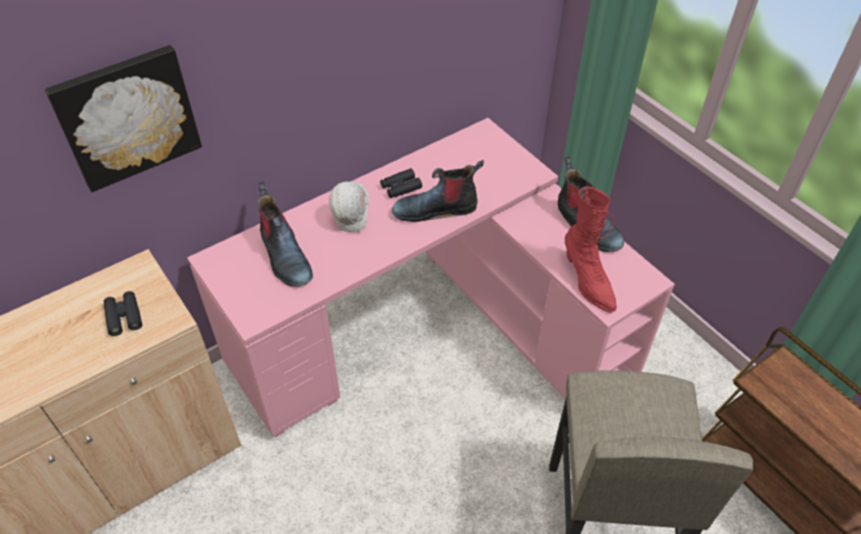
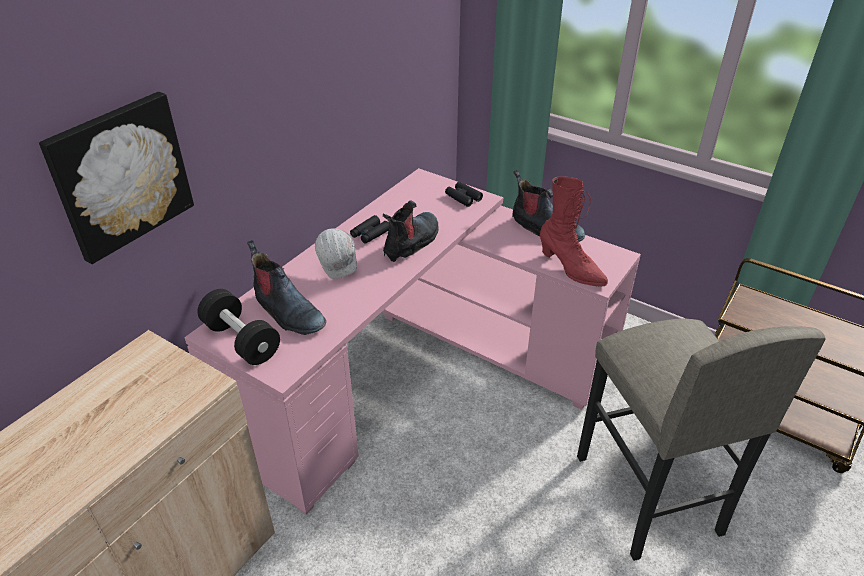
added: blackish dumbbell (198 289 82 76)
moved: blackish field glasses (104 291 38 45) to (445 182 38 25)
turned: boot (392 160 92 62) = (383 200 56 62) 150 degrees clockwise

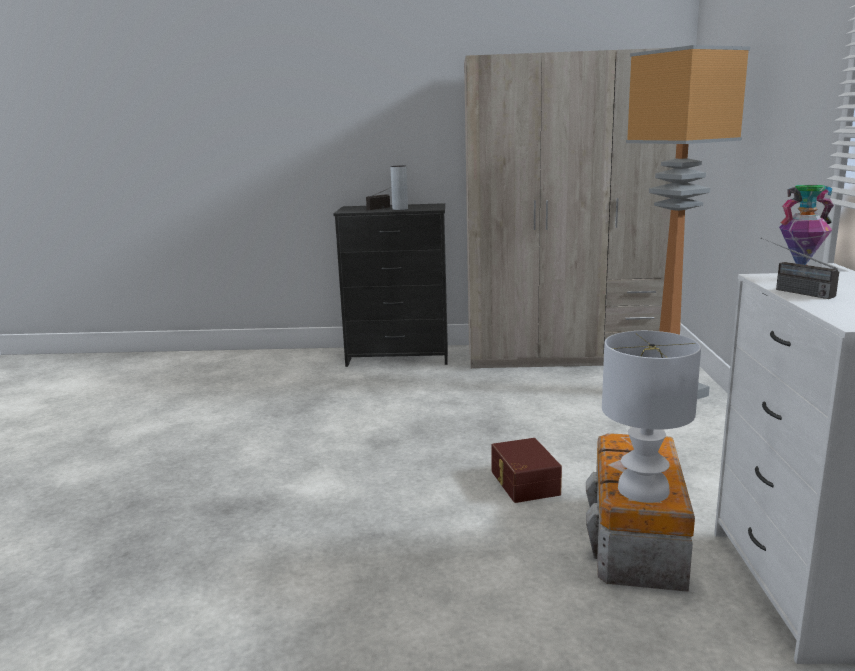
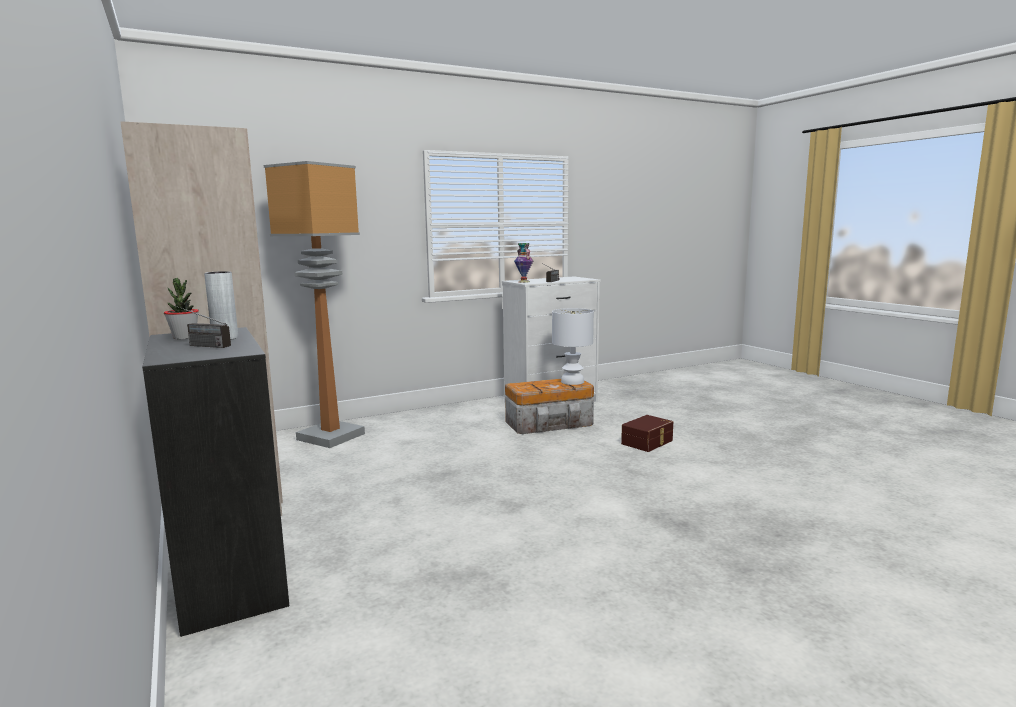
added: plant in a pot (164 278 35 61)
moved: brown storage container (491 438 71 65) to (621 415 52 37)

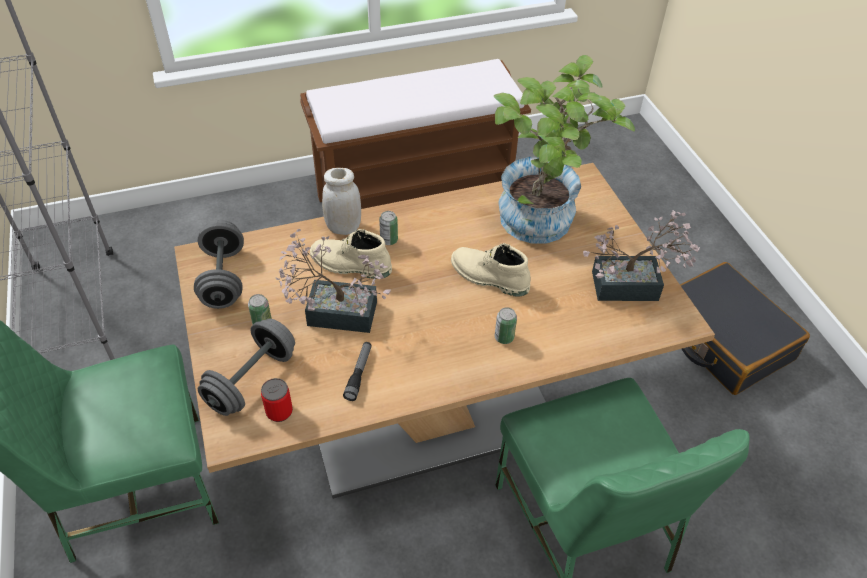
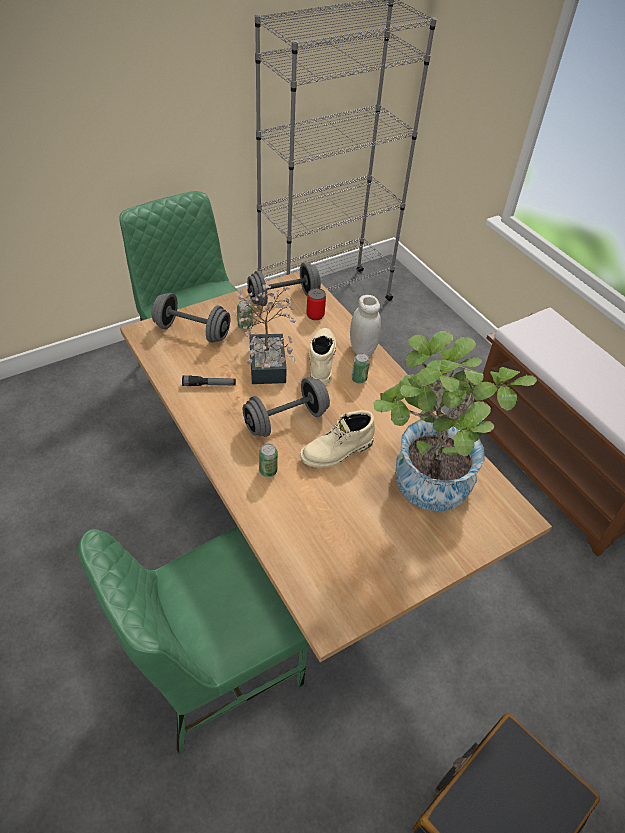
removed: plant in a pot (583 210 117 91)
added: greyish dumbbell (243 377 87 60)
moved: can (261 378 32 44) to (306 288 20 32)
turned: sand-coloured boot (451 243 80 54) = (300 410 75 58) 135 degrees counterclockwise

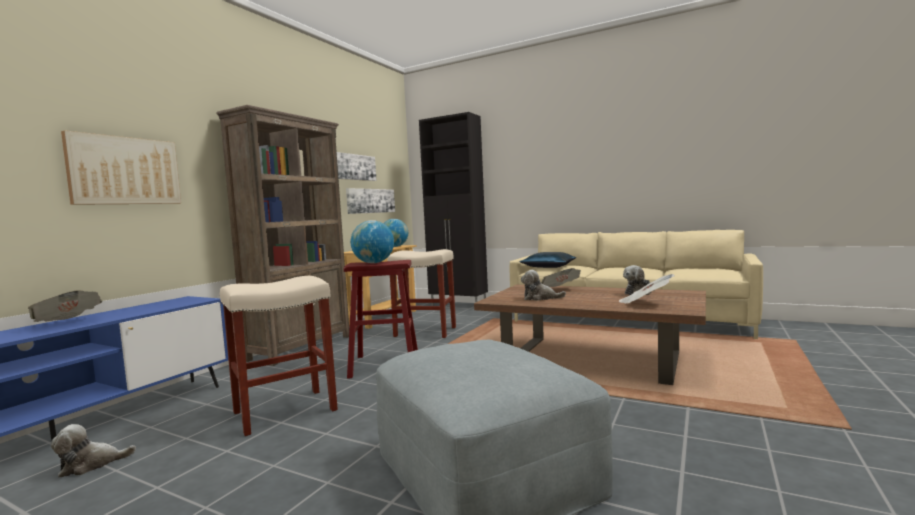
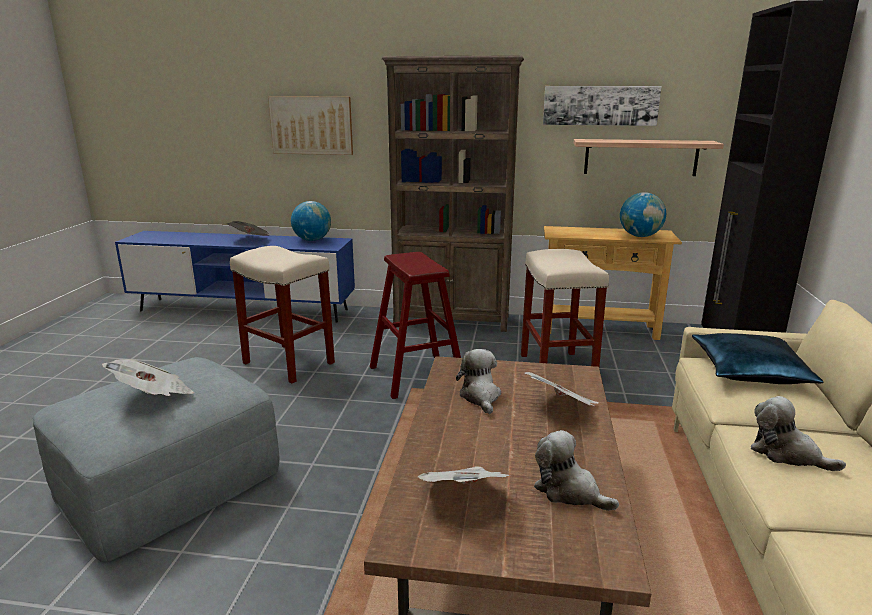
added: printed paper (102 359 93 37)
moved: world globe (351 220 43 43) to (291 201 40 40); cuddly toy (51 424 85 54) to (751 396 95 75)
replaced: wall art (346 188 49 26) to wall shelf (574 139 150 37)

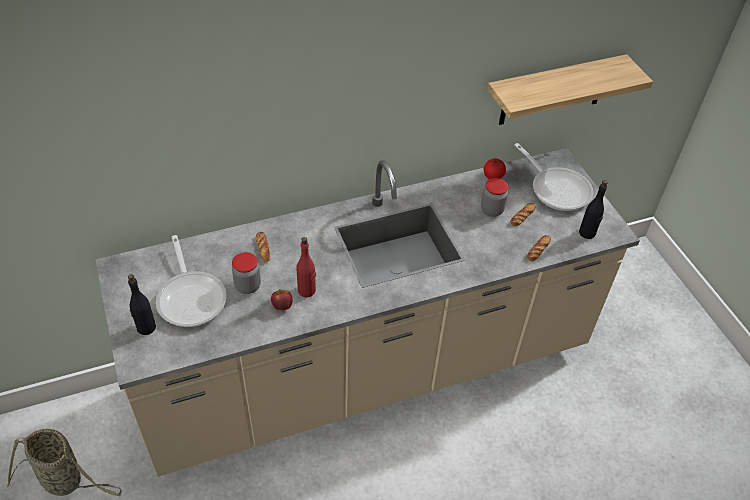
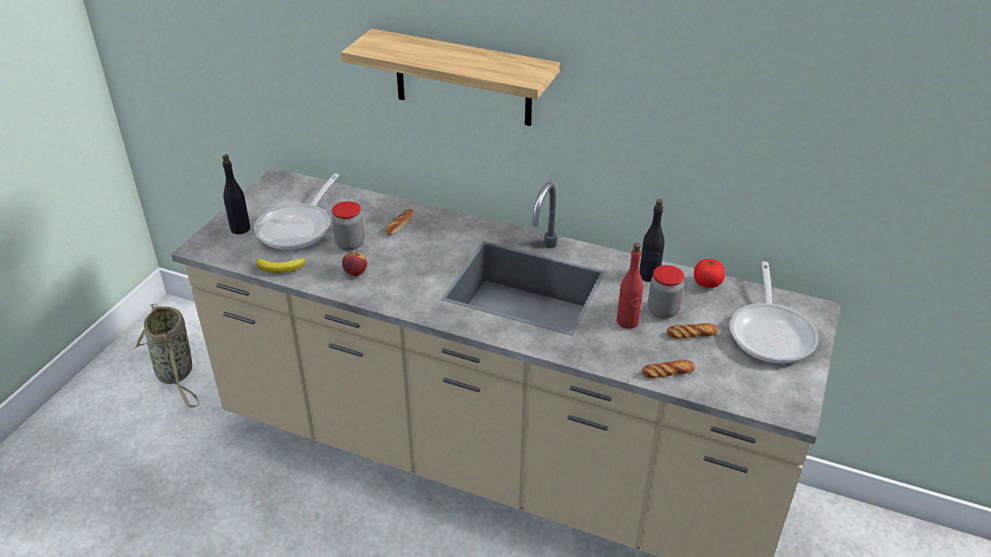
added: whole banana (256 257 49 16)
moved: wall shelf (487 54 166 71) to (341 29 219 97); blackish beverage bottle (579 180 29 59) to (639 199 26 83); red beverage bottle (296 237 20 60) to (617 243 26 86)

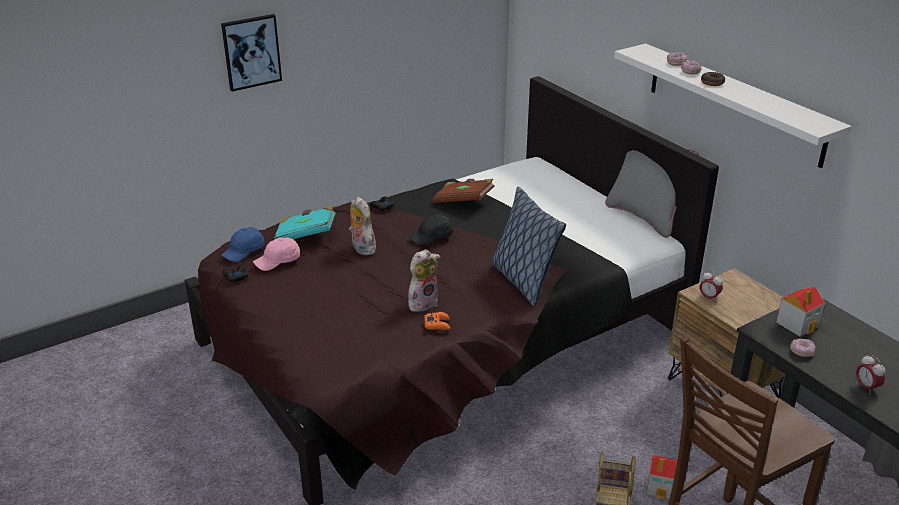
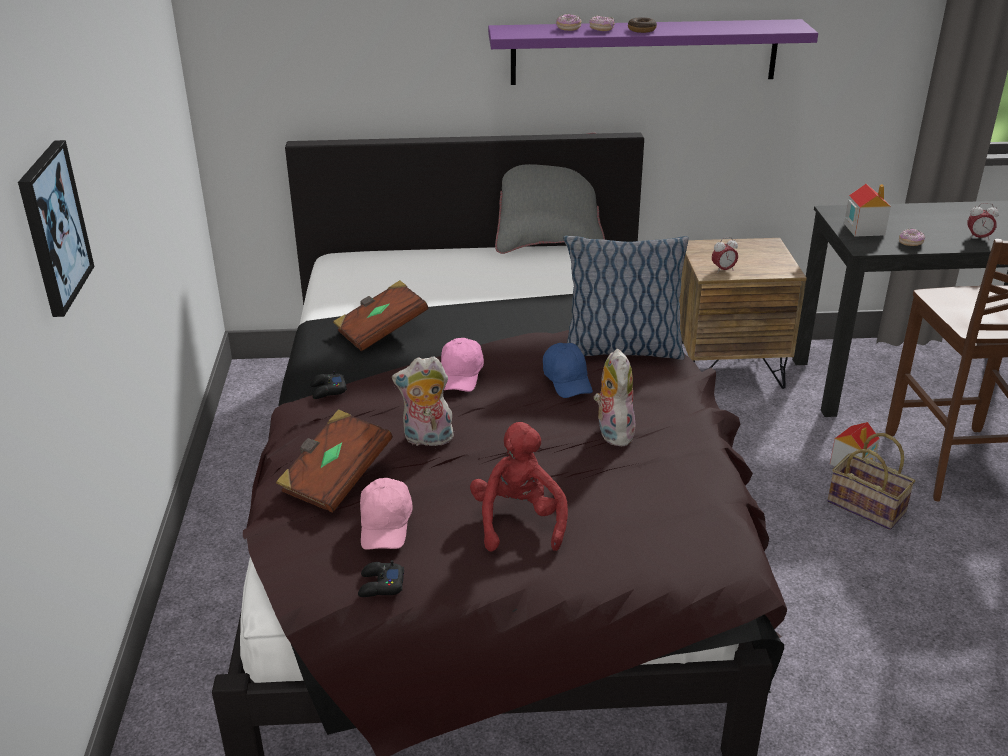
removed: orangey gamepad (425 312 25 18)
added: red cuddly toy (470 422 98 130)
moved: bluish cap (221 227 44 35) to (543 343 50 55)
recoloured: white wall shelf (614 44 237 124) to purple-coloured wall shelf (488 19 330 66); blue-green bound book (274 205 62 35) to brown bound book (276 409 117 104); blackish cap (408 215 45 30) to pinkish cap (441 338 43 54)

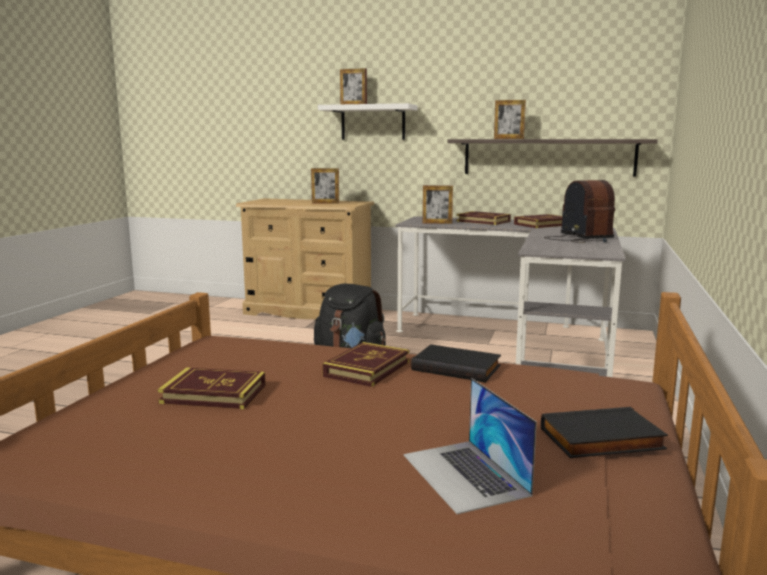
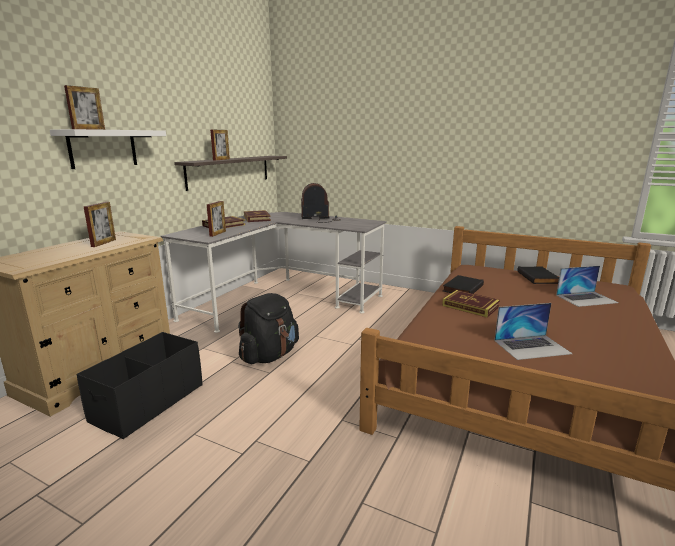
added: blackish storage container (76 332 127 107)
replaced: bound book (158 368 108 41) to portable computer (494 303 79 57)

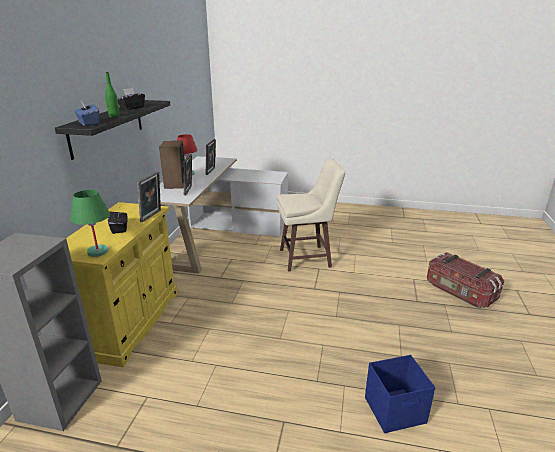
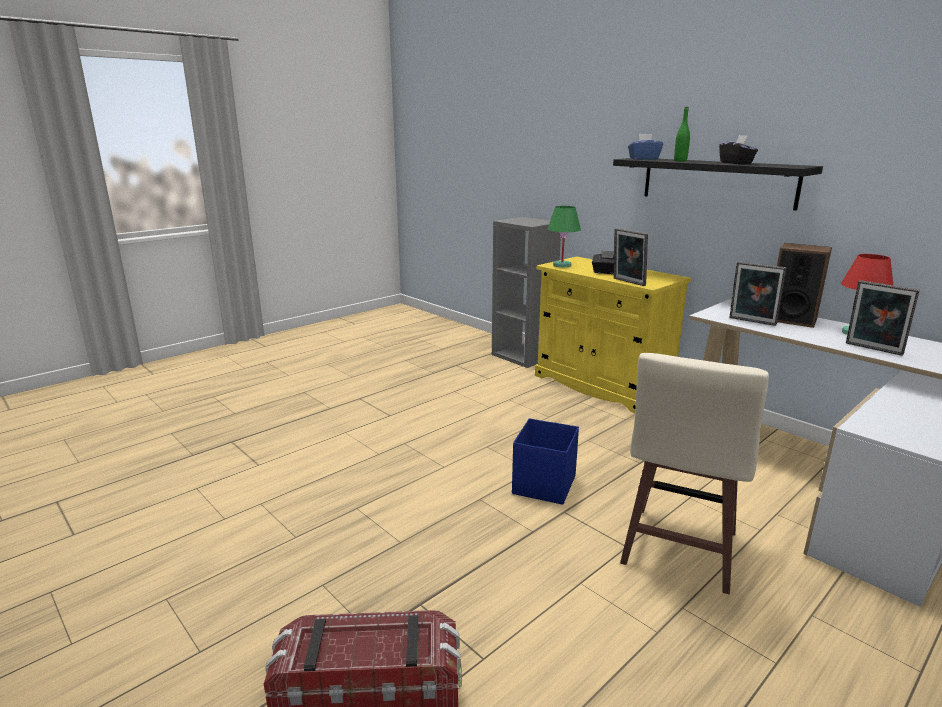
moved: bluish storage container (365 355 70 78) to (512 418 67 87)

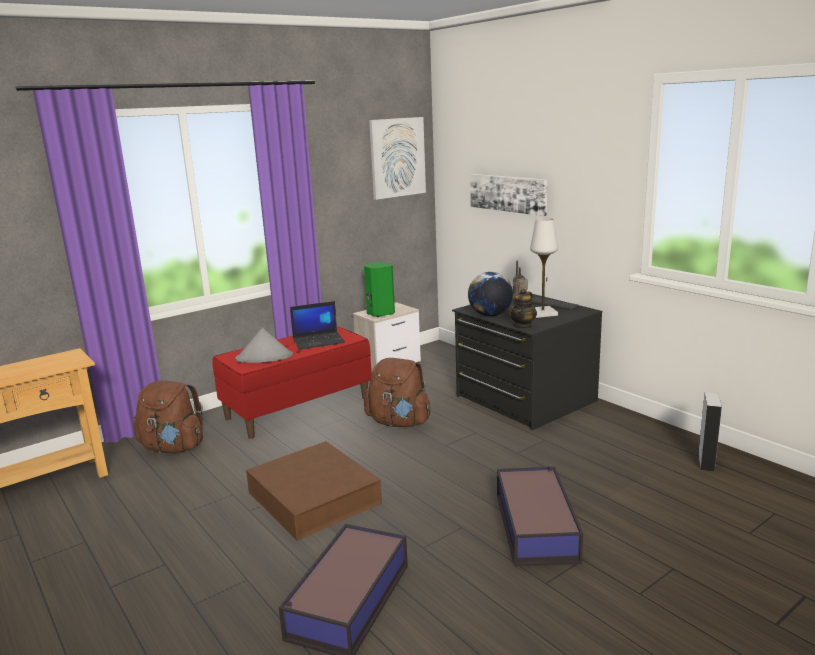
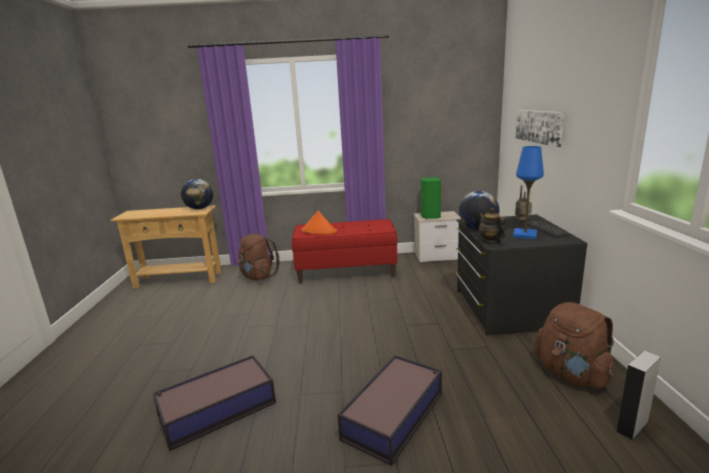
removed: wall art (369 117 57 83); portable computer (290 301 55 49); brown storage container (246 441 136 100)
added: world globe (181 179 32 30)
moved: brown rucksack (364 358 67 69) to (534 302 80 87)
recoloured: white table lamp (530 218 28 100) to bluish table lamp (513 146 31 93); greyish clothing hat (235 328 58 35) to orangey clothing hat (301 211 36 24)
turned: tea pot (509 288 28 41) = (479 208 27 36) 90 degrees clockwise

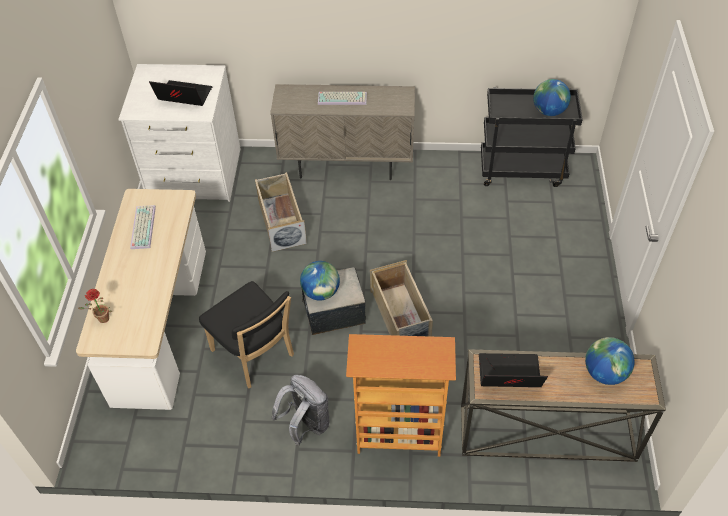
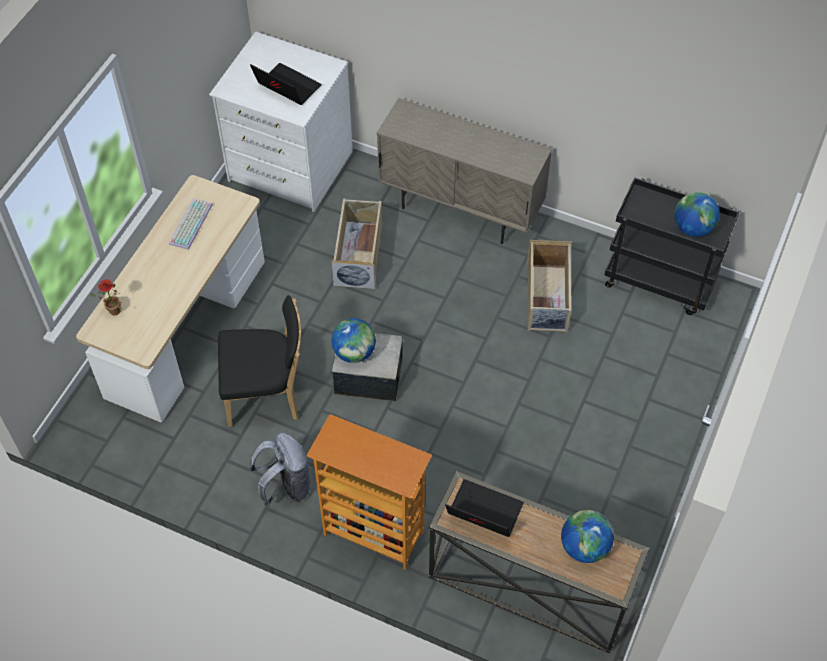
removed: PC keyboard (318 92 49 13)
moved: sand-coloured storage container (370 260 63 77) to (527 240 45 93)
turned: blackish chair (199 281 95 108) = (218 295 83 132) 75 degrees counterclockwise

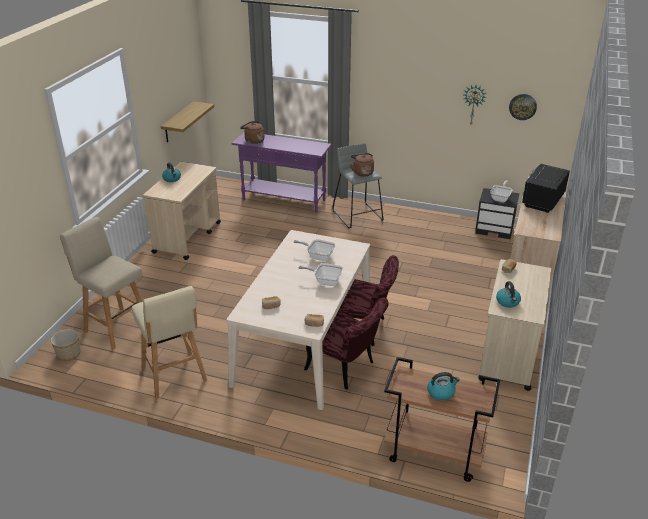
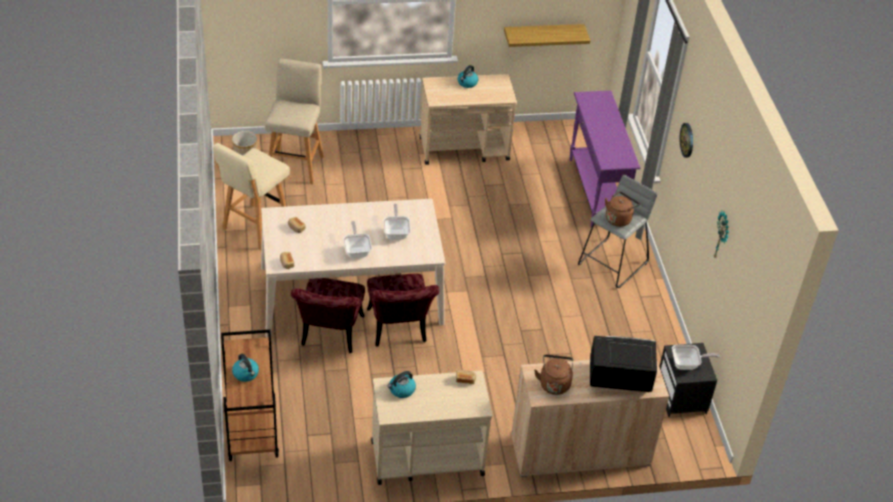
moved: wall clock (509 94 28 26) to (679 123 14 35); brown kettle (240 121 24 23) to (534 355 39 40)

